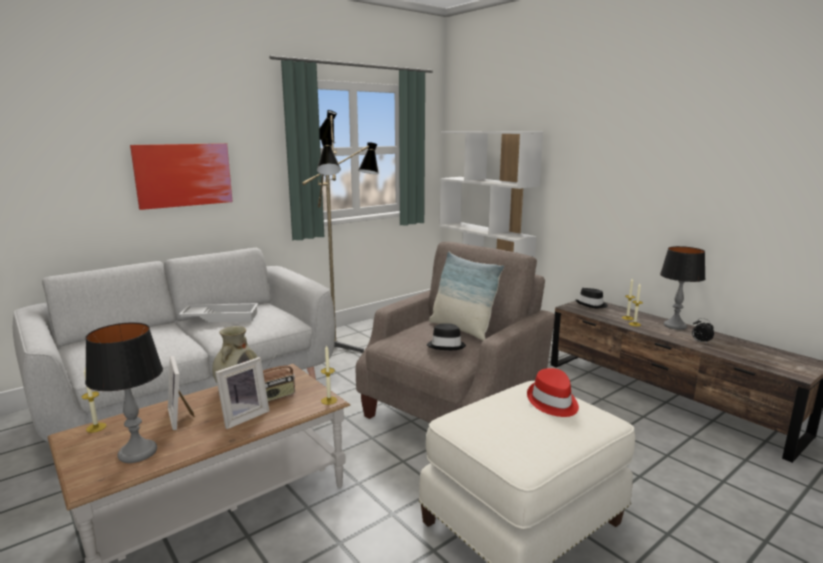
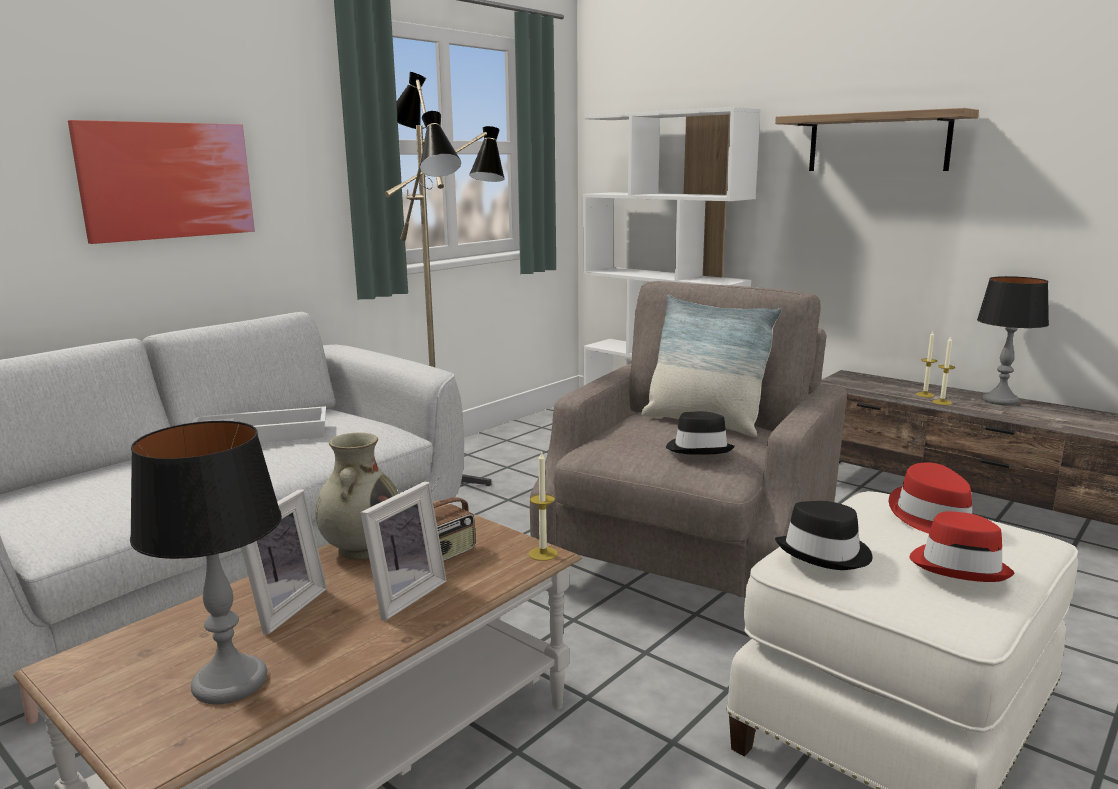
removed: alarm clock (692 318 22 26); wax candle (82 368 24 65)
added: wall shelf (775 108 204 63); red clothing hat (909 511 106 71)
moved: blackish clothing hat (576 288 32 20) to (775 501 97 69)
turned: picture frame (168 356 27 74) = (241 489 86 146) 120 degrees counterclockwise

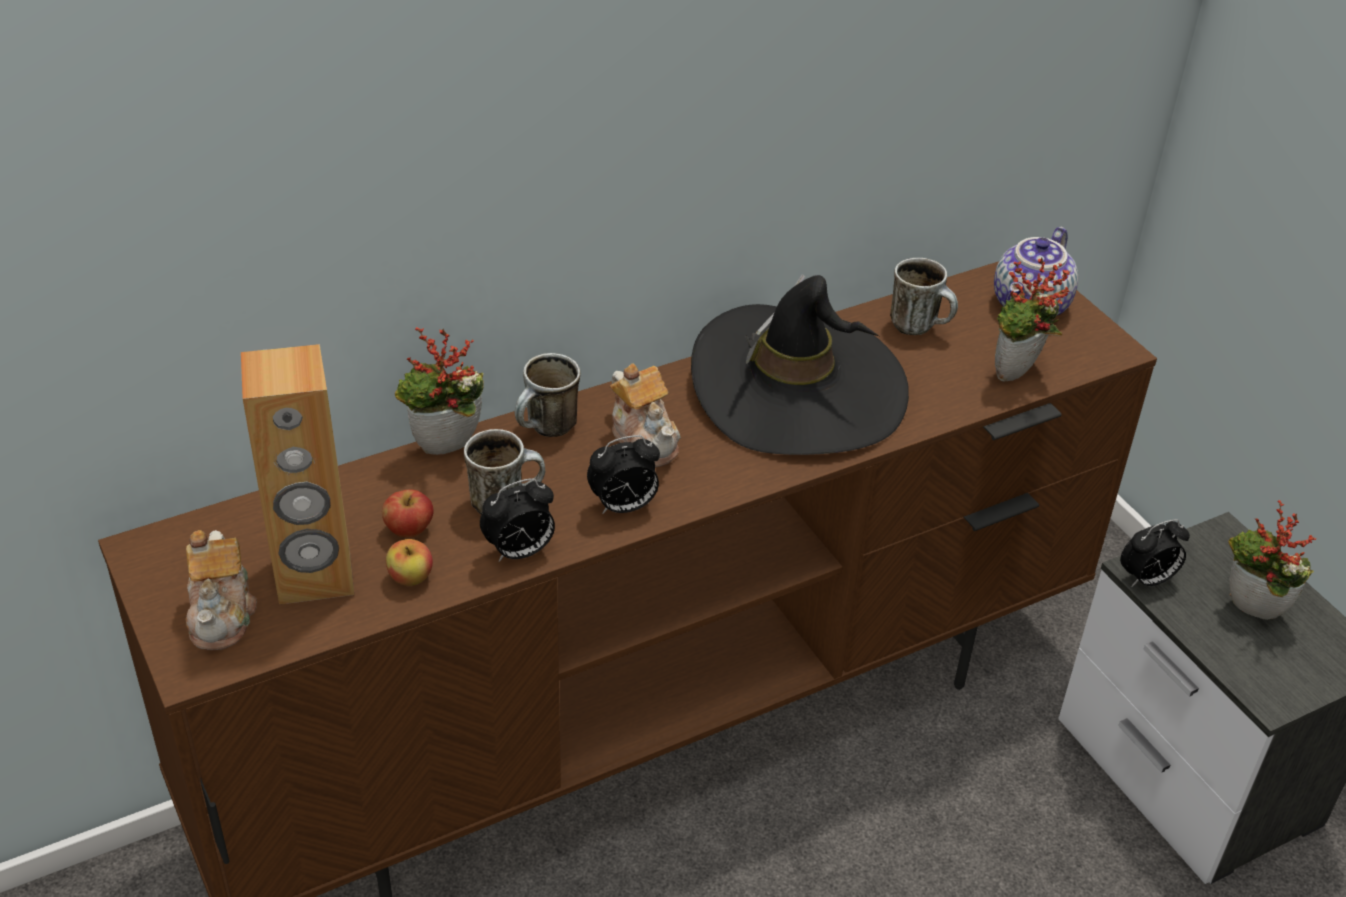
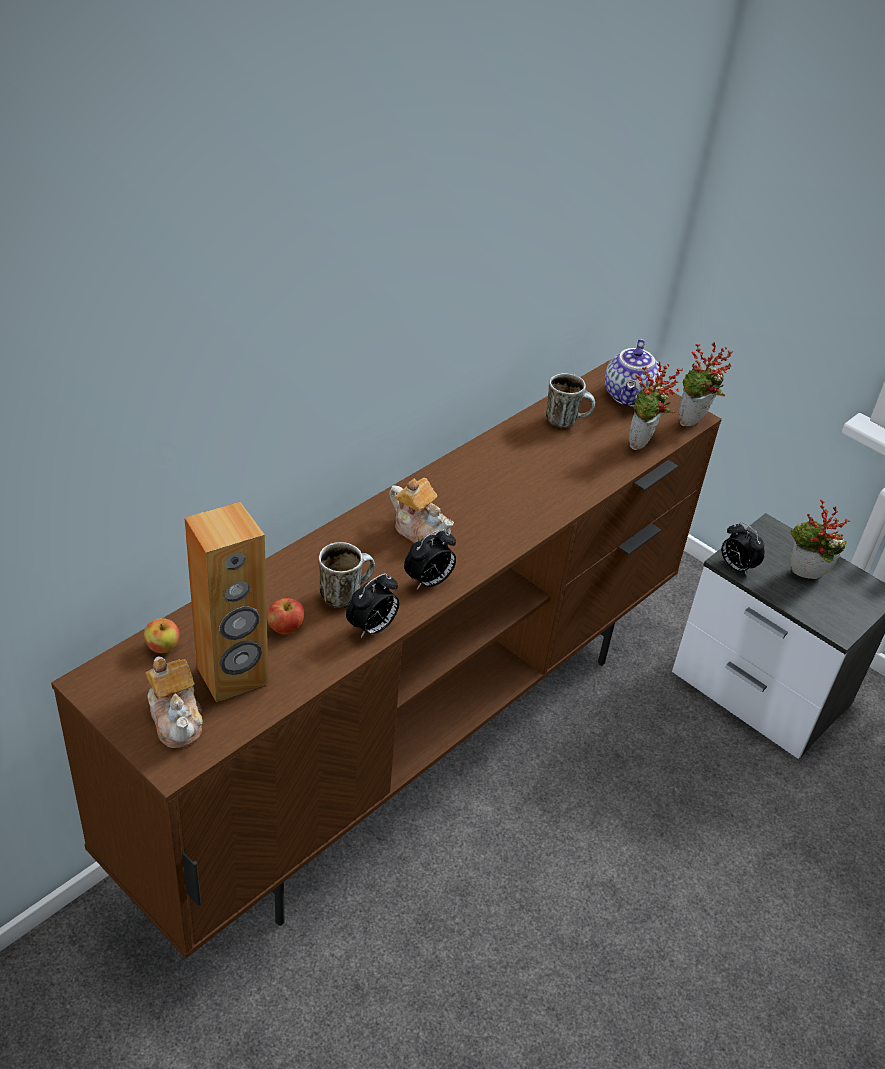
removed: blackish clothing hat (691 275 218 180); mug (514 353 67 84)
moved: plant in a pot (395 327 89 128) to (679 342 54 84); apple (386 539 47 47) to (144 618 36 35)
turned: alarm clock (1120 519 70 68) = (721 522 44 54) 90 degrees clockwise

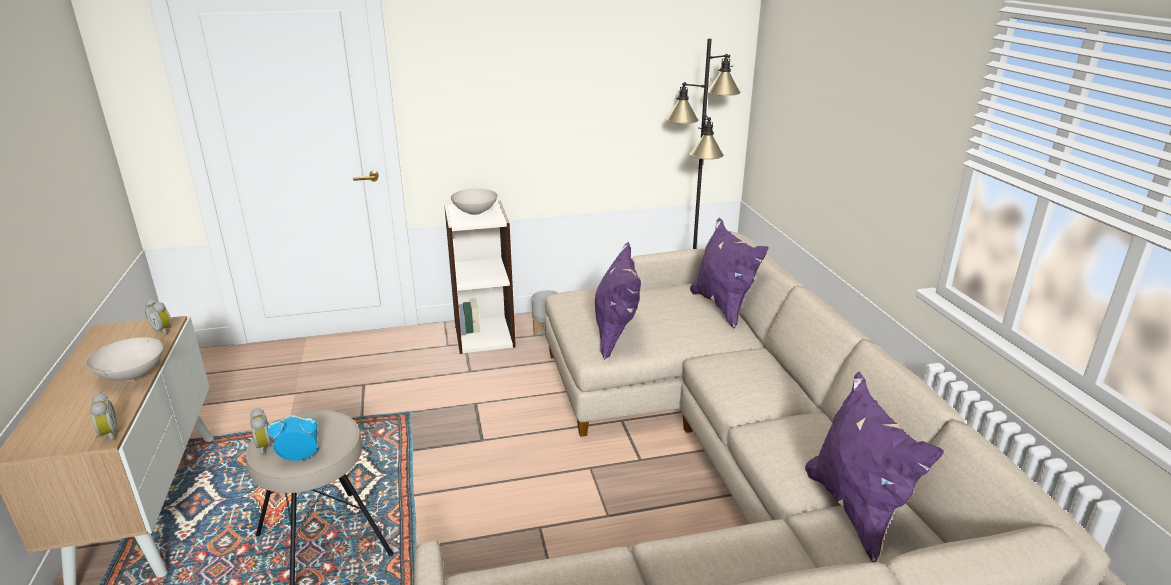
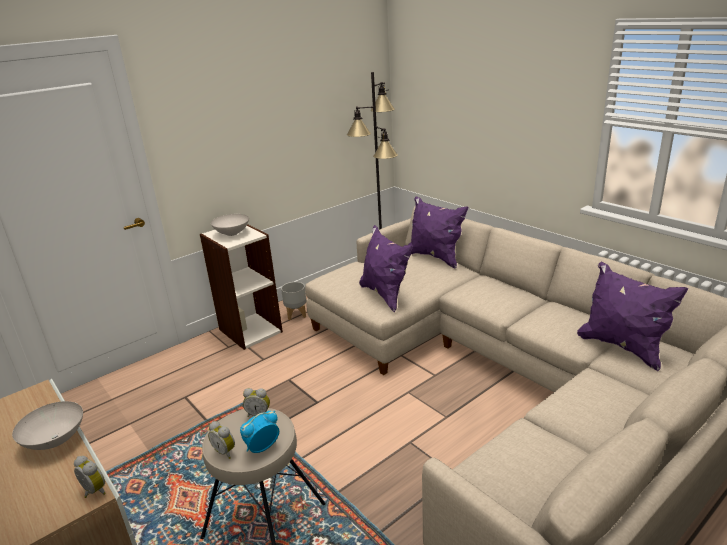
moved: alarm clock (145 299 26 36) to (243 388 27 29)

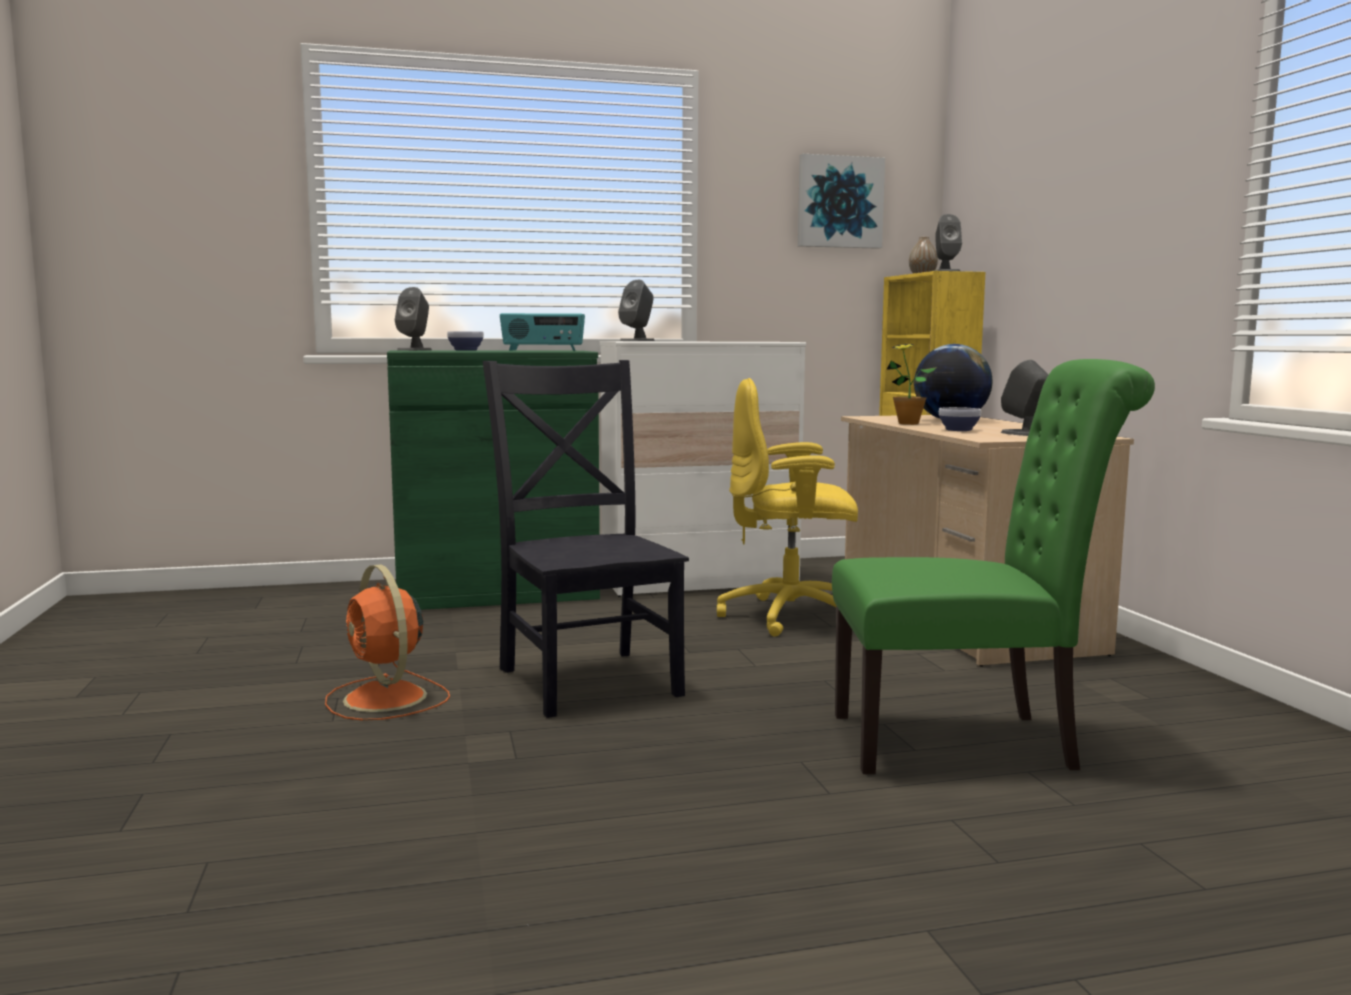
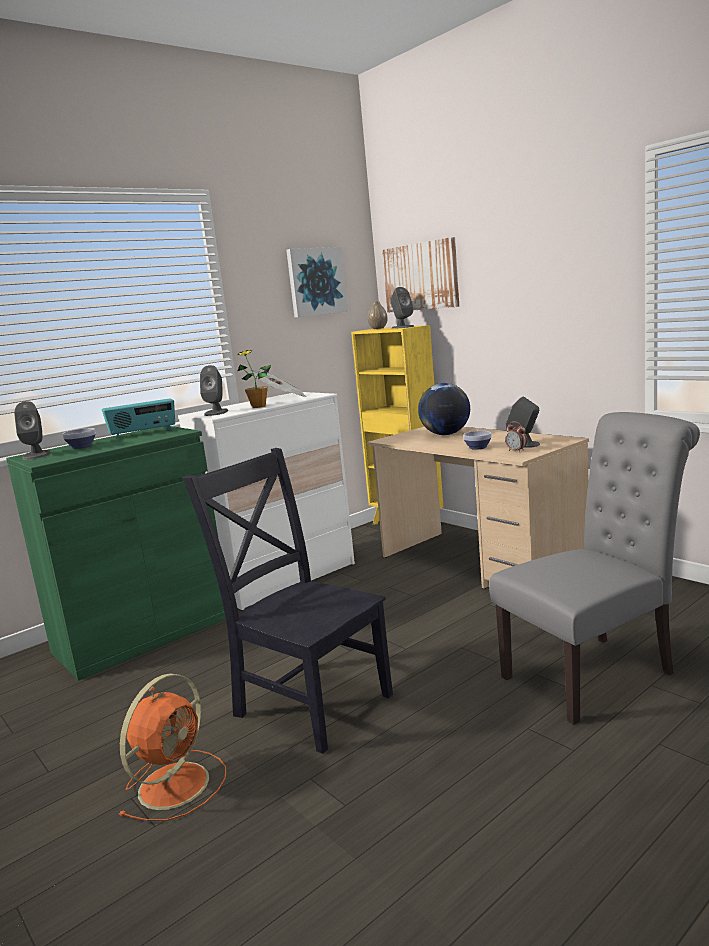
removed: yellow computer chair (717 378 141 259)
added: wall art (382 237 77 76); printed paper (249 369 57 28); alarm clock (505 422 22 30)
moved: plant in a pot (886 344 51 81) to (237 350 34 58)
recoloured: greenish chair (832 359 323 415) to greyish chair (489 412 211 313)
turned: orangey electric fan (325 564 125 157) = (118 673 108 148) 90 degrees counterclockwise

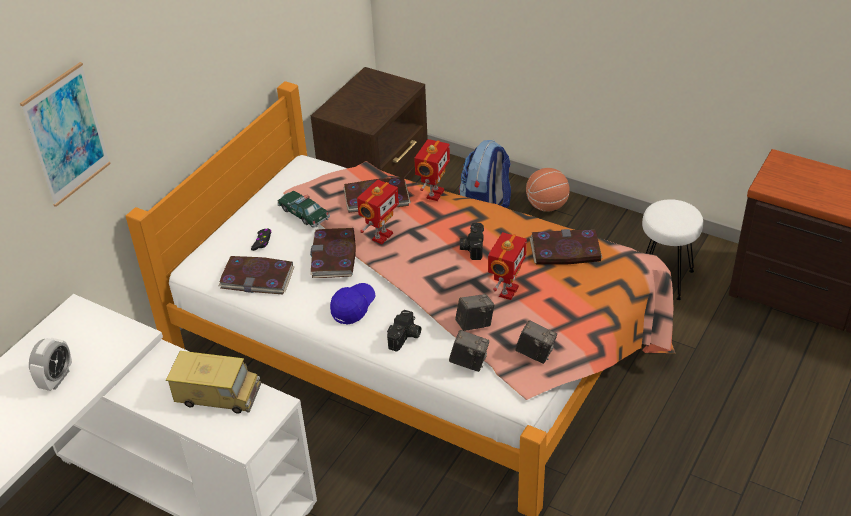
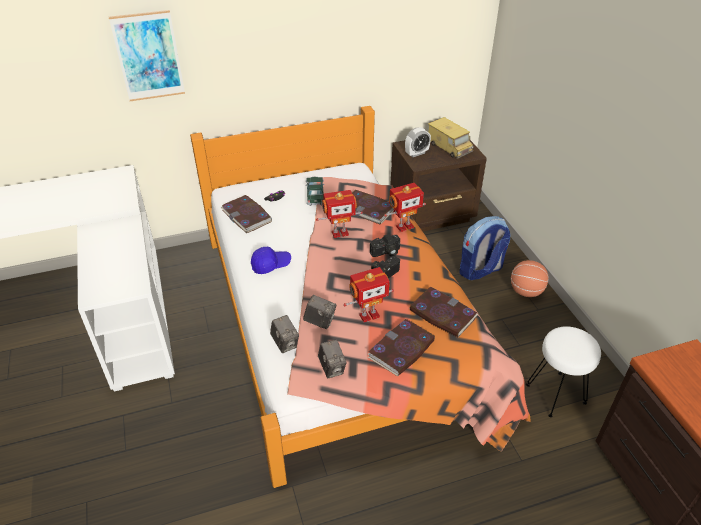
moved: bound book (310 228 46 50) to (368 319 67 57); still camera (387 310 34 42) to (370 234 30 23); alarm clock (29 338 43 53) to (405 127 26 30); toy lorry (166 351 95 63) to (428 117 46 42)

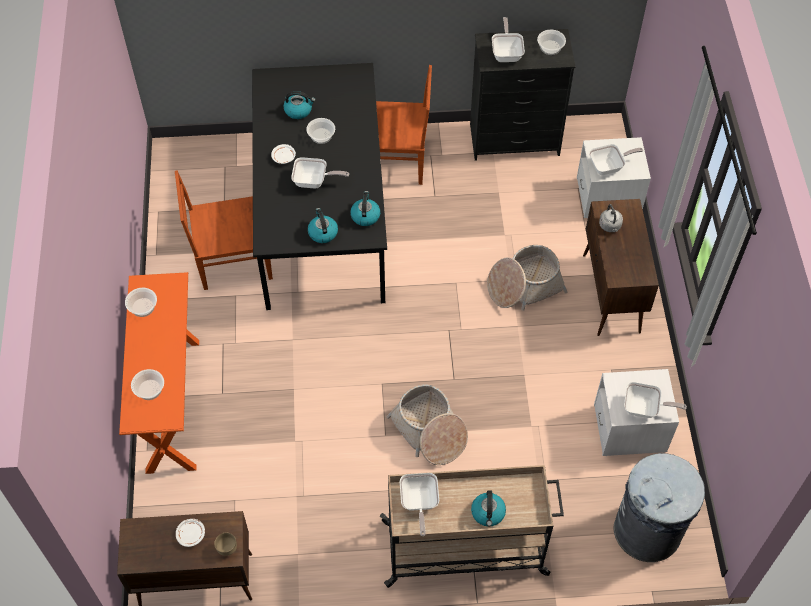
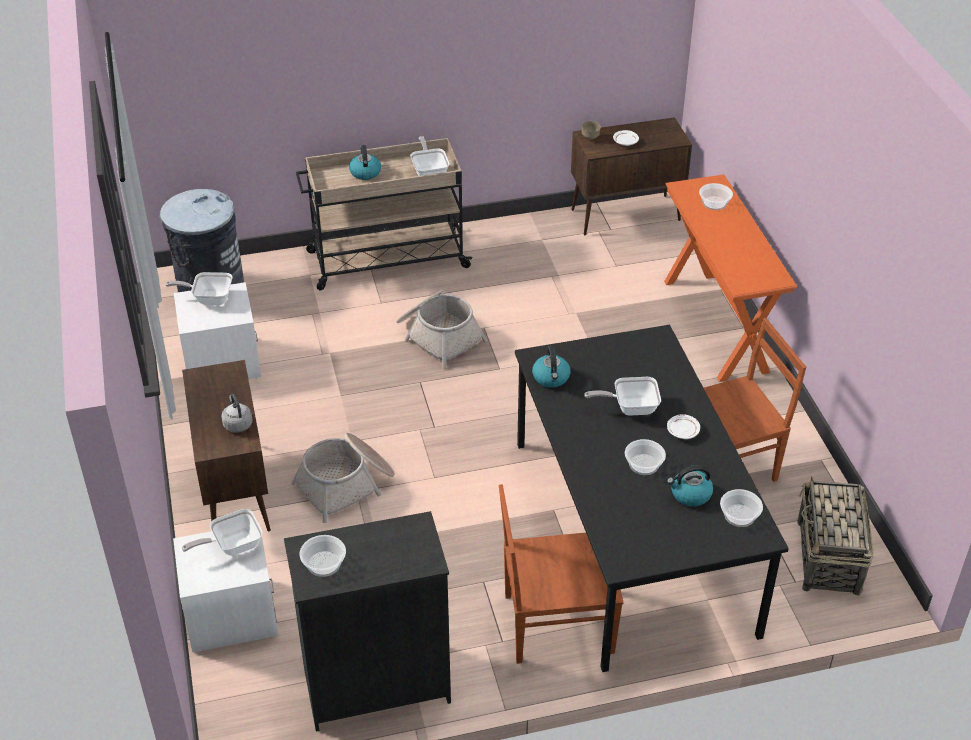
removed: pan (492 17 33 45); kettle (308 208 30 35)
added: household basket (797 476 76 119)
moved: deep dish (125 288 32 29) to (720 489 43 38)

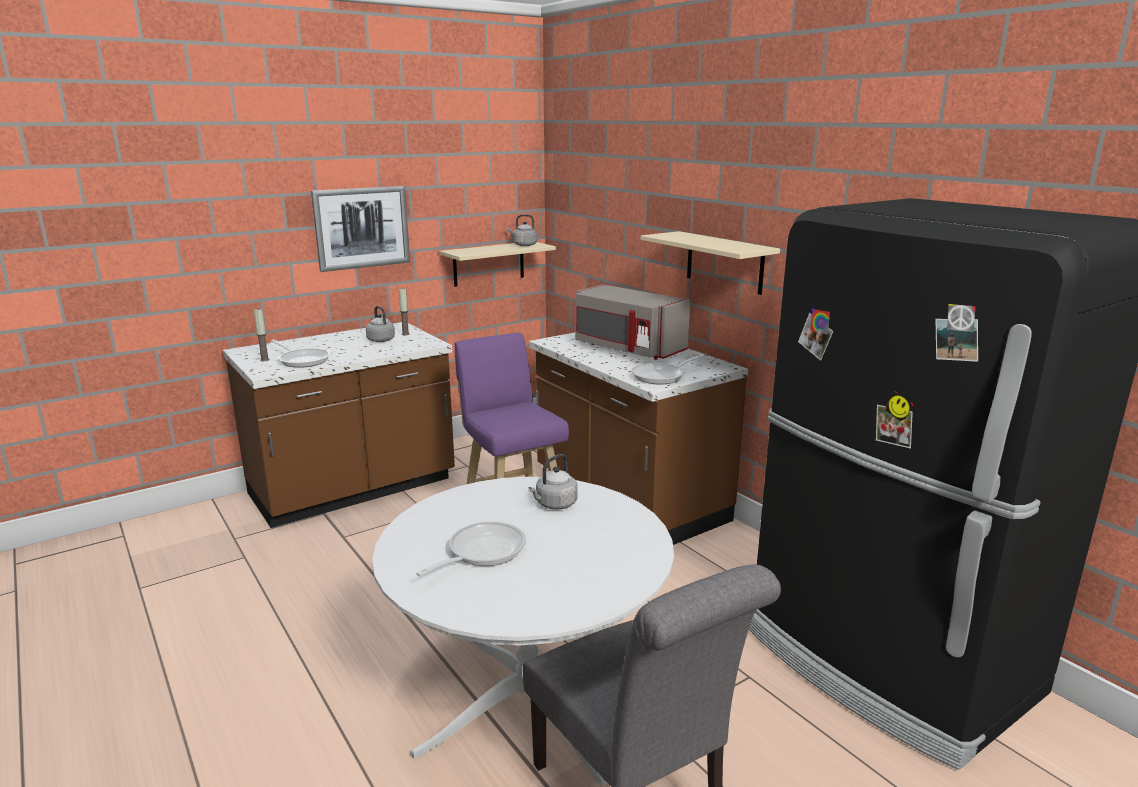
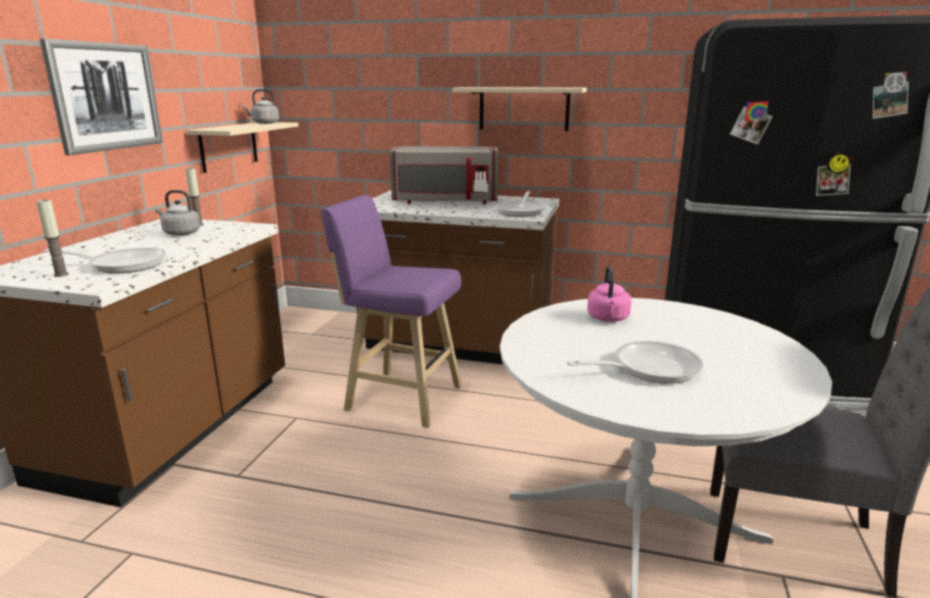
recoloured: greyish kettle (528 454 50 55) to pinkish kettle (587 266 44 56)
turned: pan (416 522 110 54) = (567 341 136 43) 75 degrees clockwise

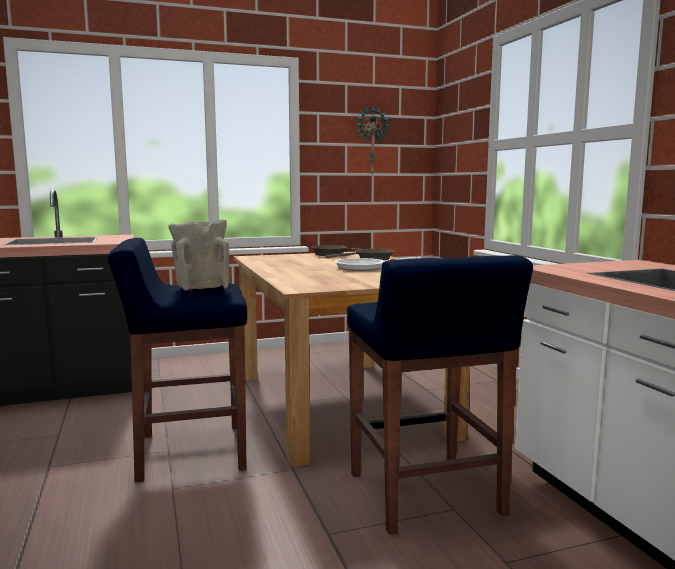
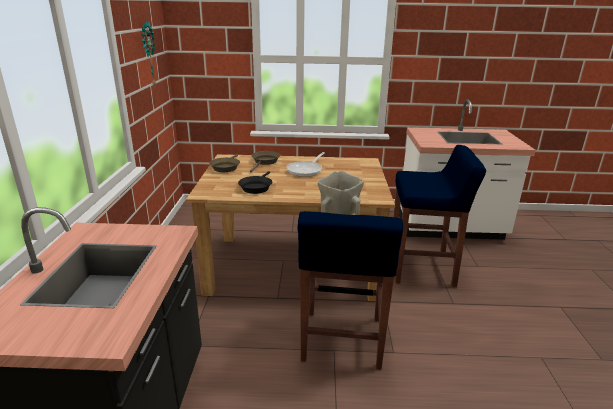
added: blackish pan (238 171 34 23)

